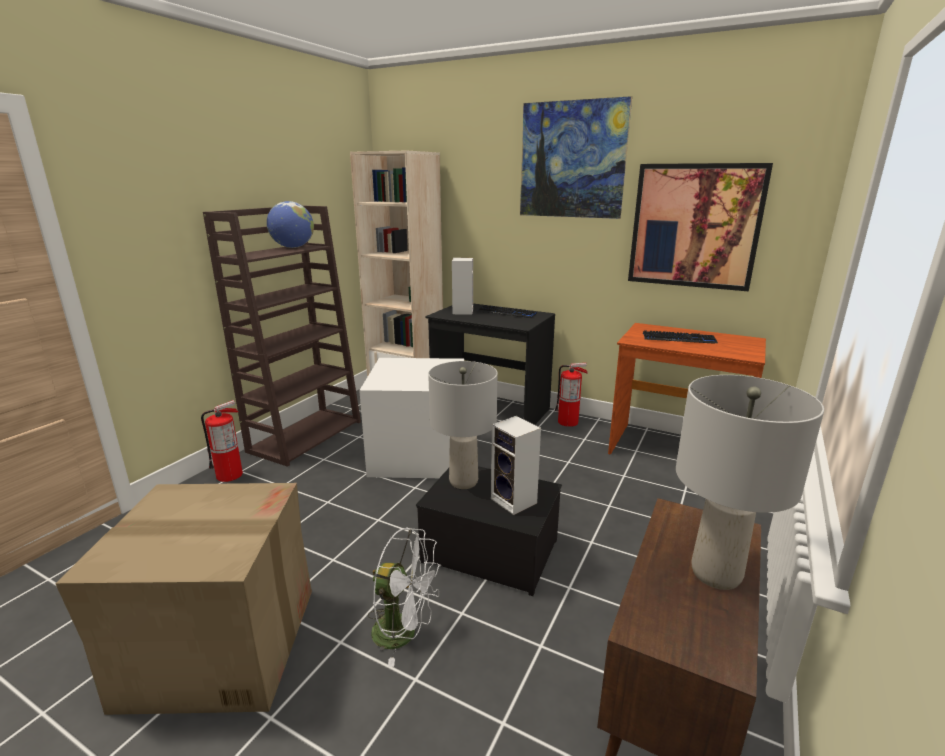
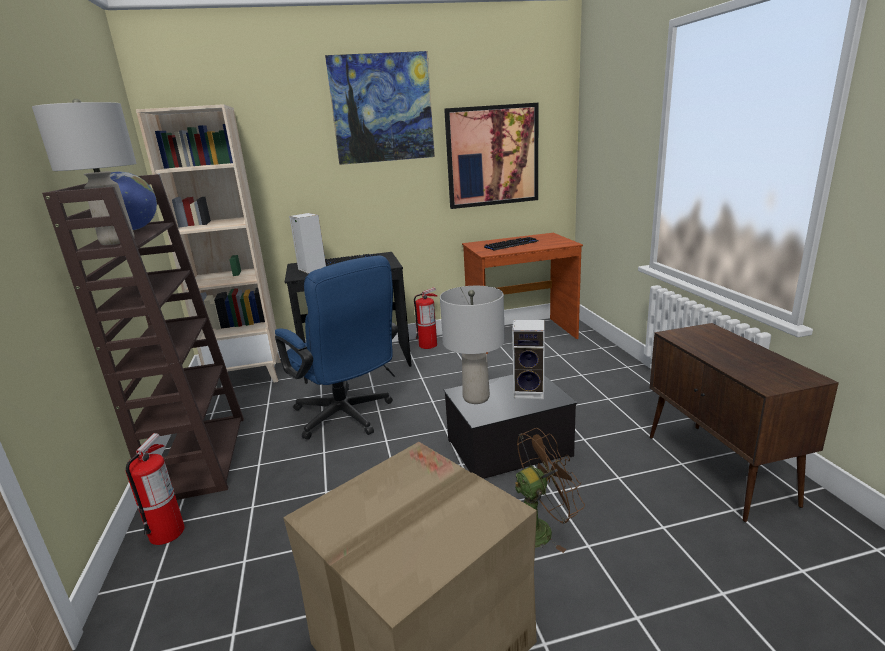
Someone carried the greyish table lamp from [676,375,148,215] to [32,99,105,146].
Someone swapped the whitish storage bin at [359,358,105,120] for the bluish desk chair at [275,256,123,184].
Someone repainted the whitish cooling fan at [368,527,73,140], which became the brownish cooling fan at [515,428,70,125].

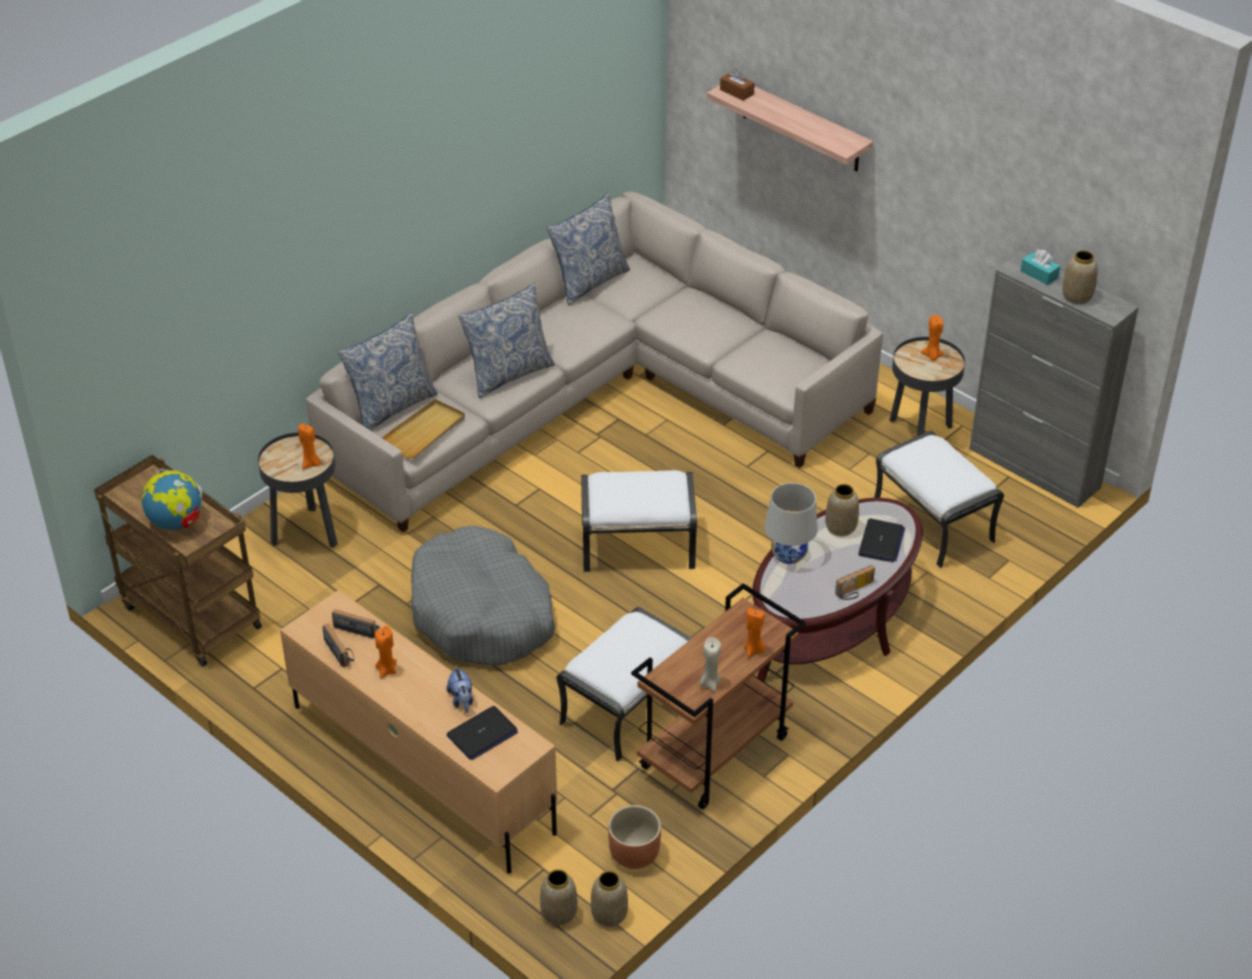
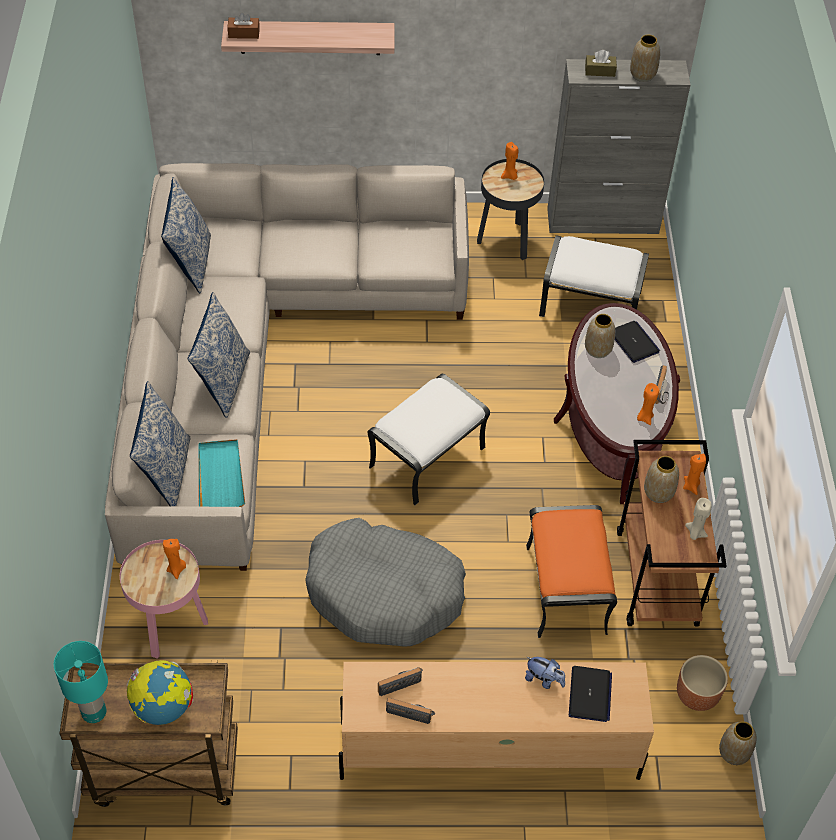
Someone took away the whitish table lamp at [765,483,53,81].
Someone put down the blue-green table lamp at [54,641,54,82].
Someone carried the orangey wax light from [375,626,22,52] to [637,383,22,42].
Someone carried the vase from [540,869,38,57] to [644,456,35,47].
Someone repainted the black-coloured end table at [258,432,80,116], which became the pink end table at [120,540,88,119].
Someone repainted the beige tray at [381,399,84,60], which became the blue-green tray at [198,439,47,68].
Someone repainted the whitish ottoman at [556,607,136,155], which became the orangey ottoman at [526,505,91,133].
Someone repainted the blue-green tissue box at [1020,250,40,35], which became the brownish tissue box at [585,50,32,27].

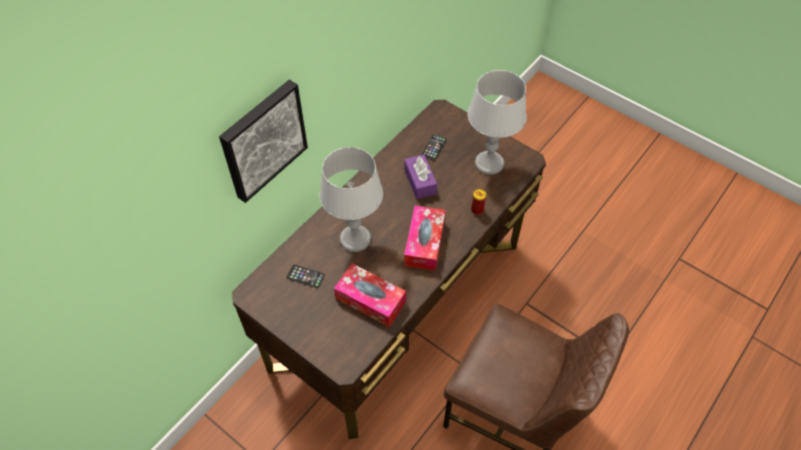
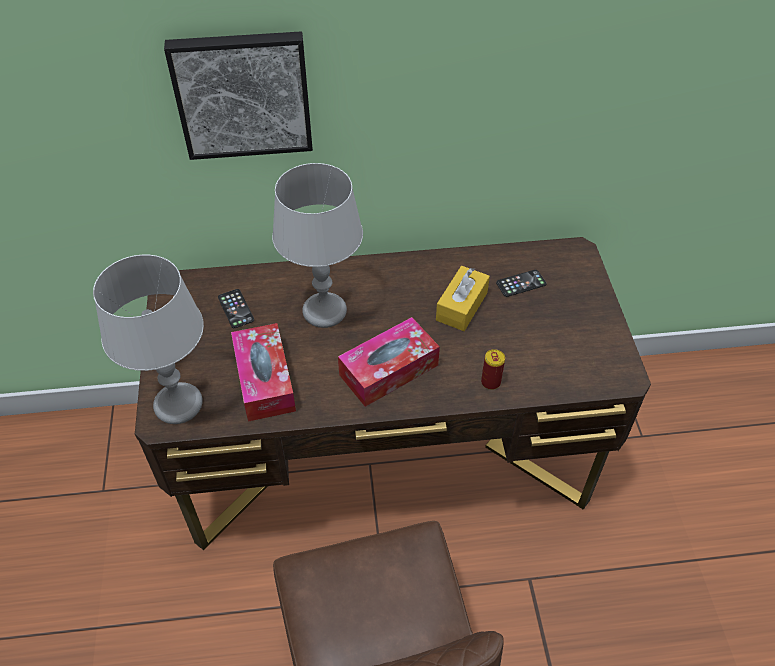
Someone carried the greyish table lamp from [468,70,58,105] to [93,255,111,169].
Someone repainted the purple tissue box at [404,154,33,45], which became the yellow-coloured tissue box at [436,266,54,65].

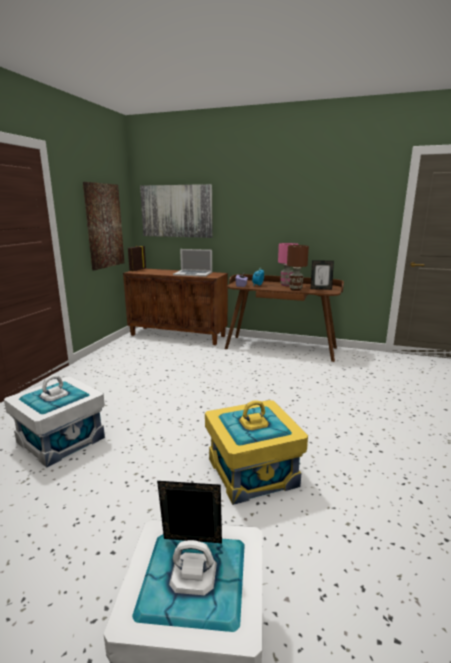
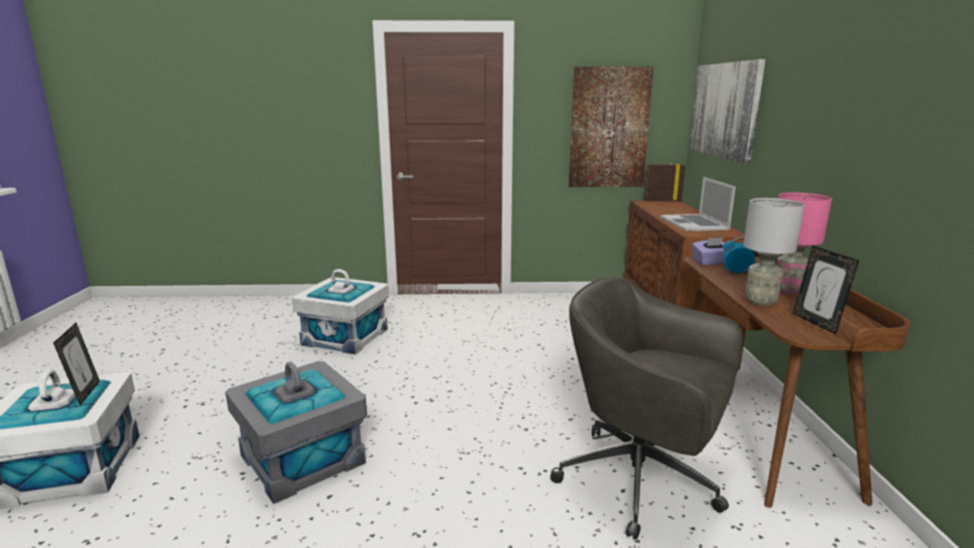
Someone put down the greyish desk chair at [550,277,193,263].
Someone repainted the yellow-coloured storage bin at [205,400,103,105], which became the greyish storage bin at [225,361,142,143].
Someone repainted the brownish table lamp at [287,245,22,46], which became the greyish table lamp at [743,198,62,108].

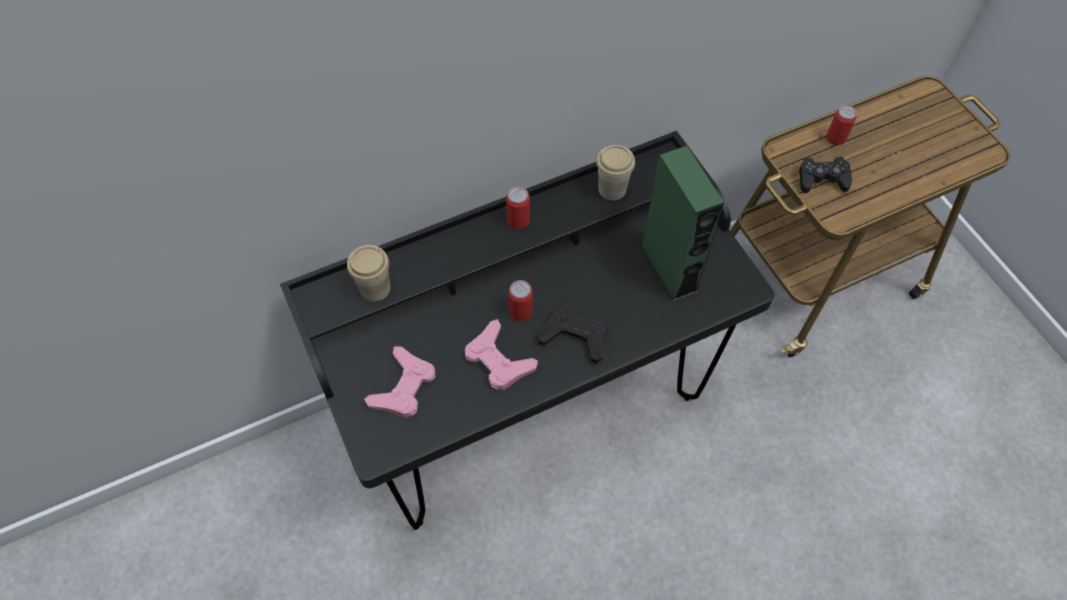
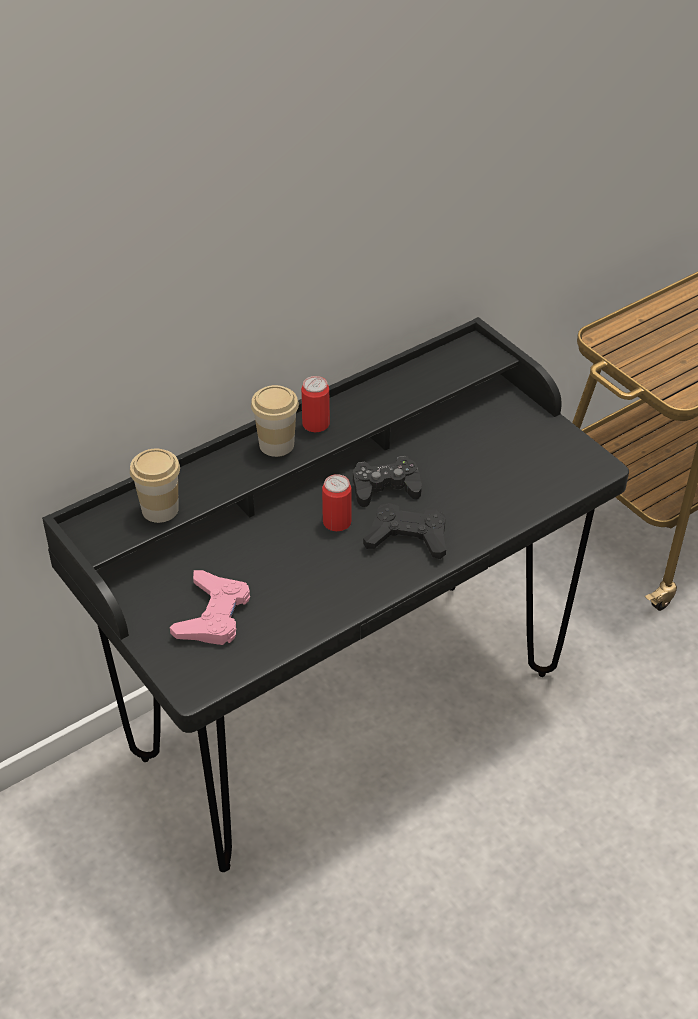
Someone took away the pink joypad at [464,319,74,71].
Someone took away the green-coloured loudspeaker at [641,146,83,155].
Someone took away the sealed can at [826,105,31,40].
Someone carried the drinking cup from [596,145,39,55] to [251,385,48,72].
Someone carried the black-coloured joypad from [799,157,53,36] to [353,456,69,51].

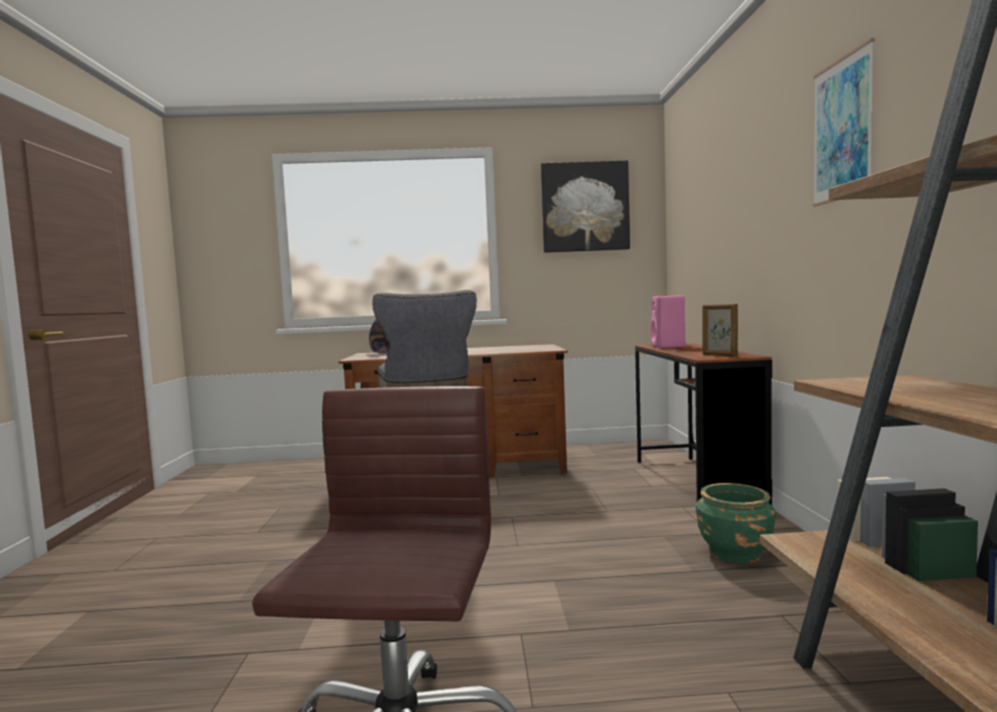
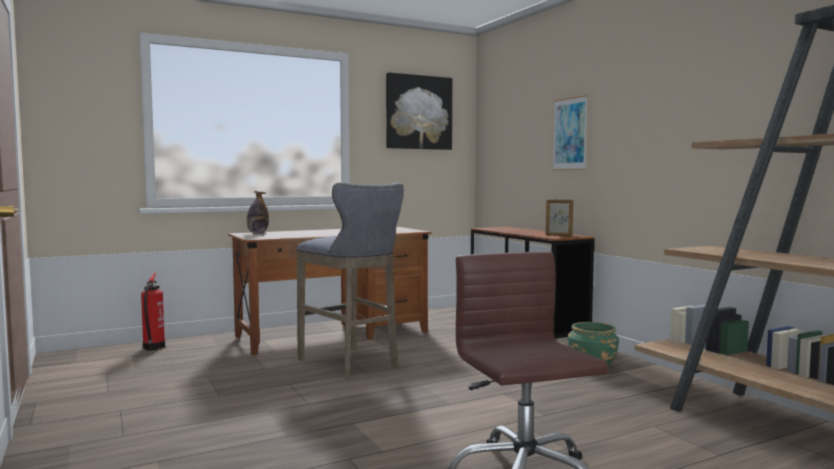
Someone took away the pink loudspeaker at [650,295,36,53].
Someone put down the extinguisher at [141,273,24,77].
Someone carried the wall art from [813,38,62,169] to [553,95,35,75].

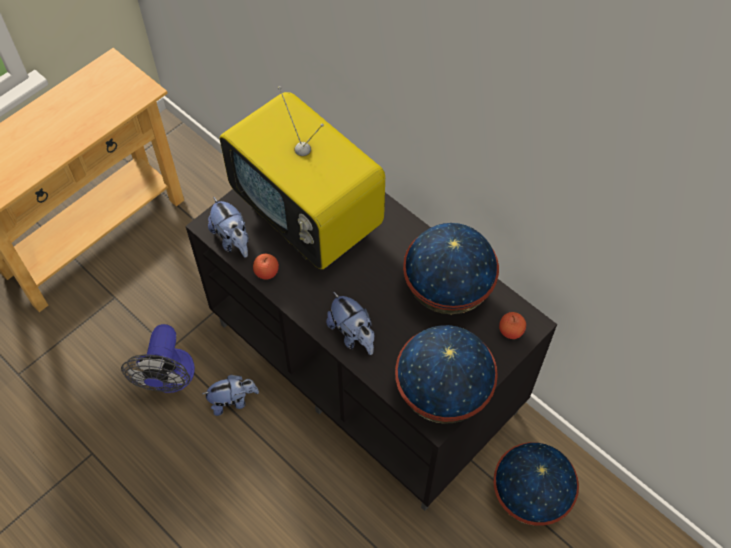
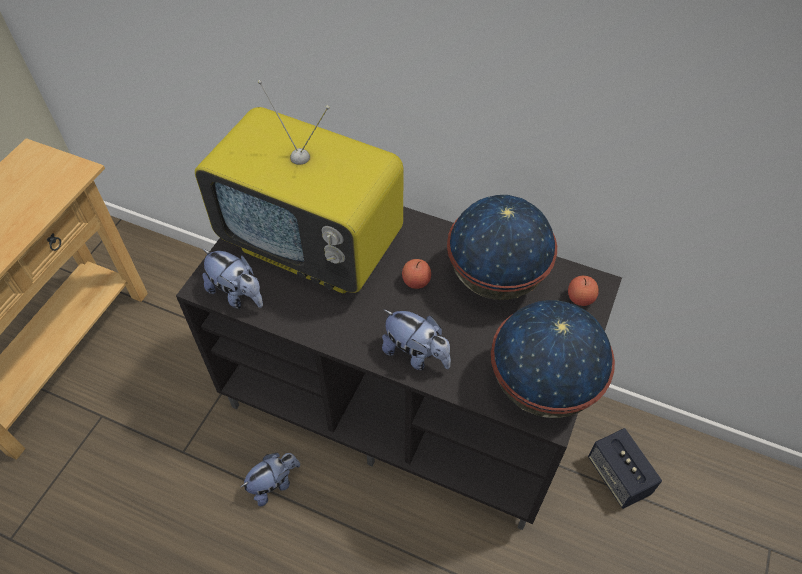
Someone took away the cooling fan at [121,324,74,69].
Someone carried the apple from [253,254,26,26] to [402,259,29,30].
Someone swapped the desk globe at [493,442,86,84] for the loudspeaker at [588,428,74,81].

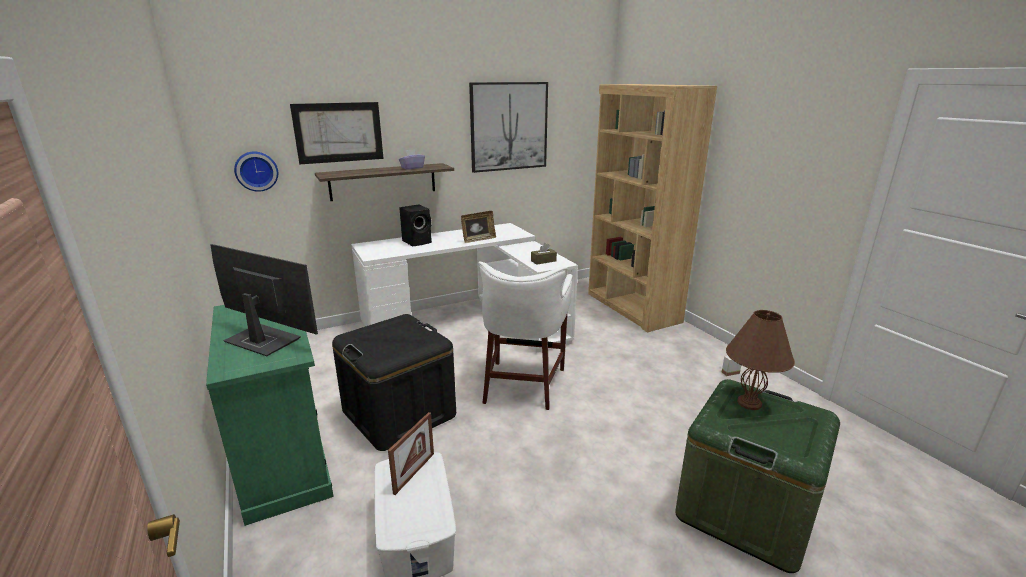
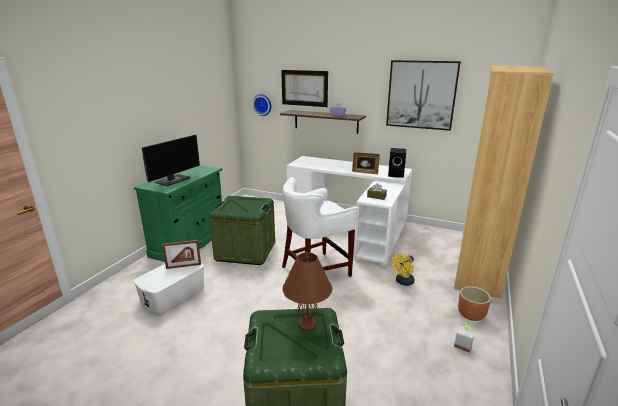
Someone put down the yellow-coloured cooling fan at [392,253,23,33].
Someone put down the brownish plant pot at [458,286,33,35].
Someone carried the black-coloured loudspeaker from [399,204,33,43] to [388,148,18,30].
Someone repainted the black-coloured storage bin at [332,314,124,137], which became the green-coloured storage bin at [209,196,66,69].
Someone rotated the computer display at [210,244,108,112] by 45 degrees clockwise.

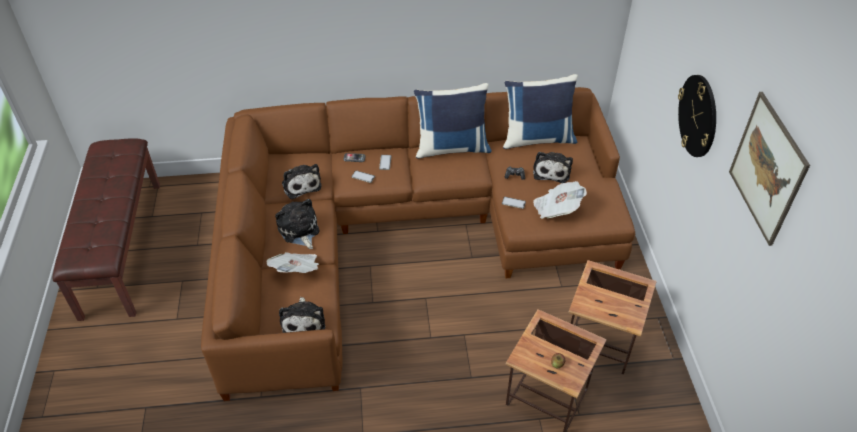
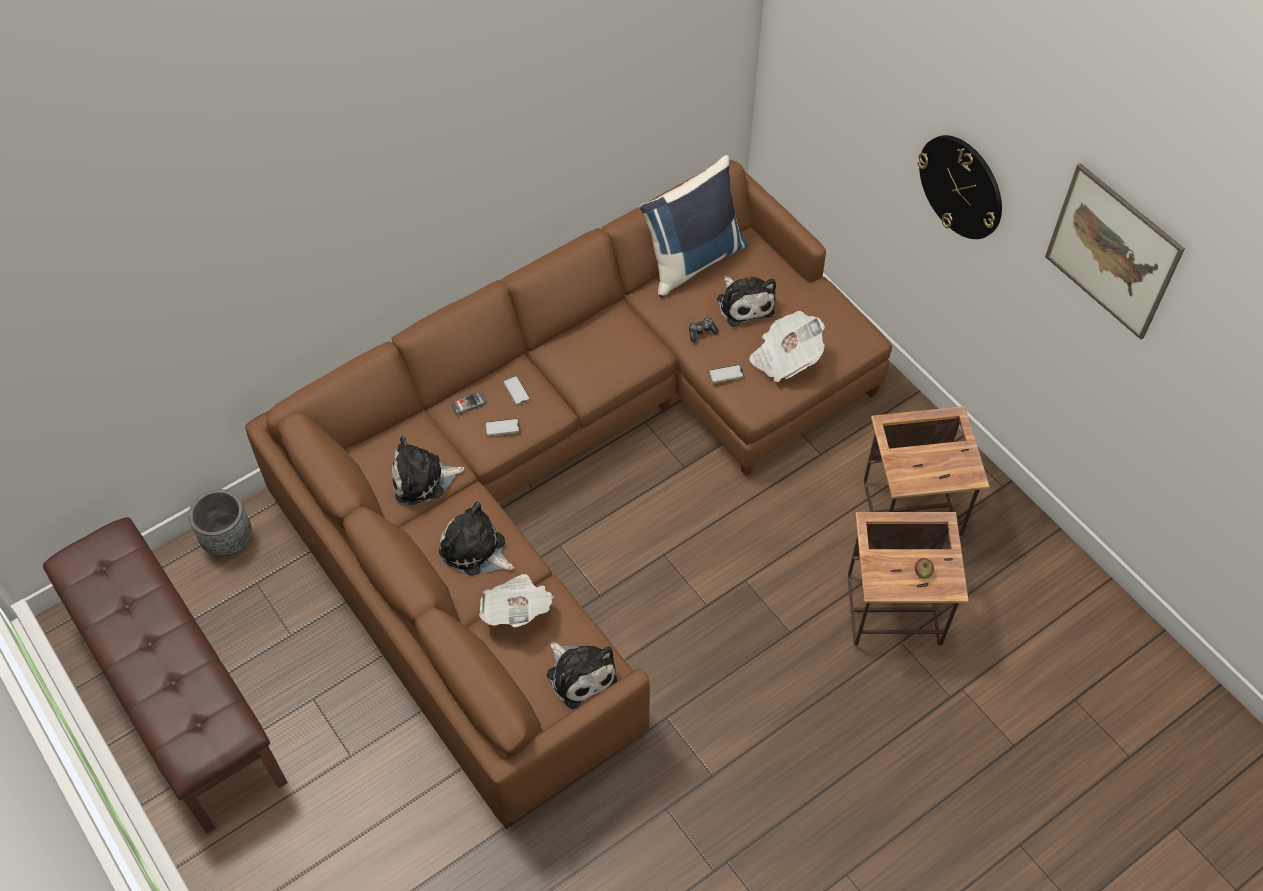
Someone took away the bluish cushion at [414,83,78,76].
Someone put down the greyish plant pot at [188,489,64,67].
Someone rotated the soft toy at [282,164,40,35] by 135 degrees clockwise.

